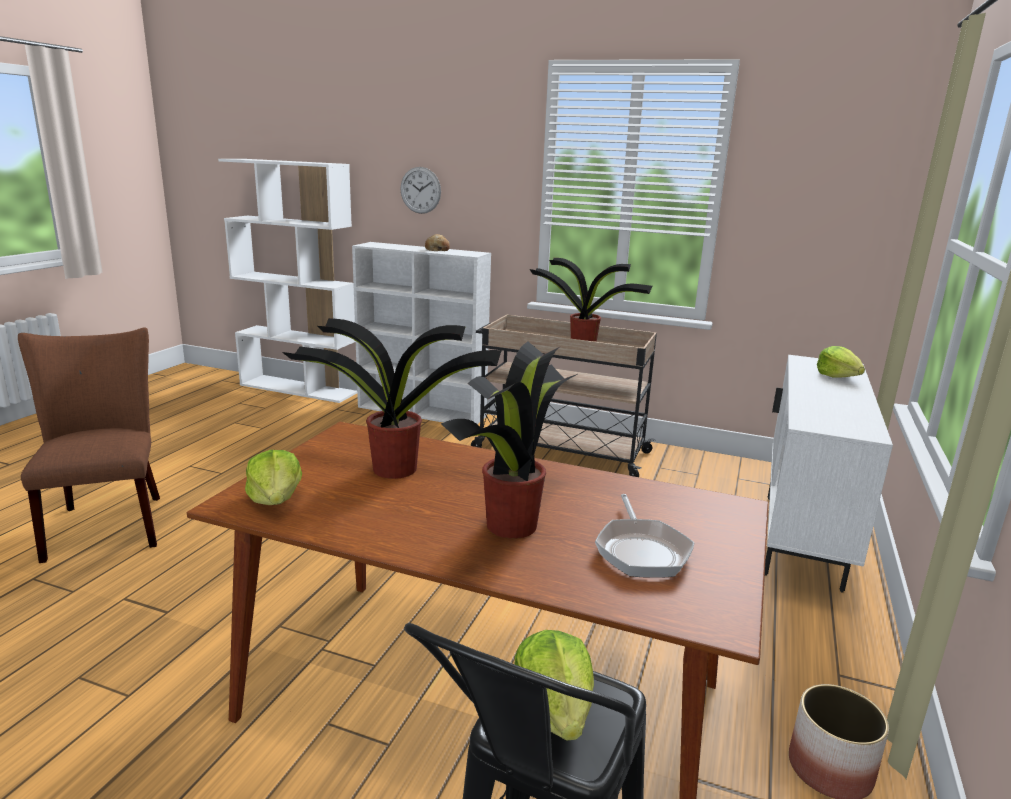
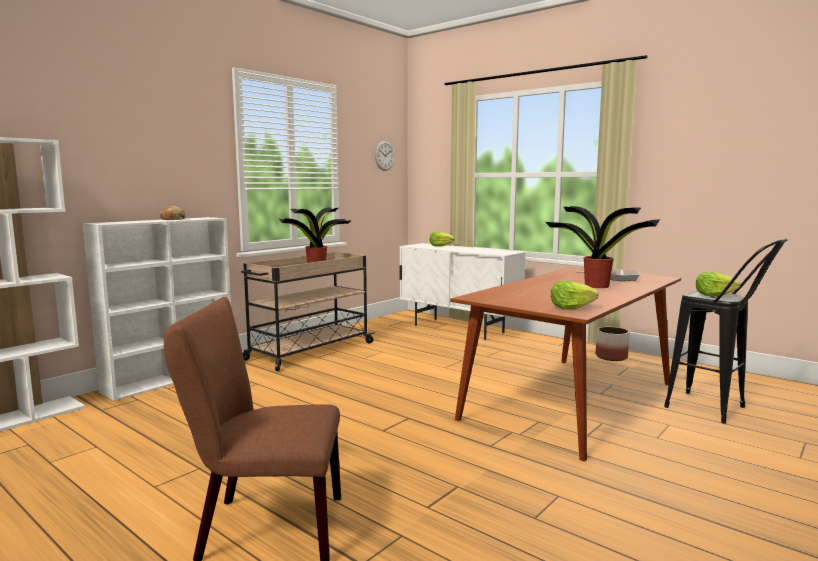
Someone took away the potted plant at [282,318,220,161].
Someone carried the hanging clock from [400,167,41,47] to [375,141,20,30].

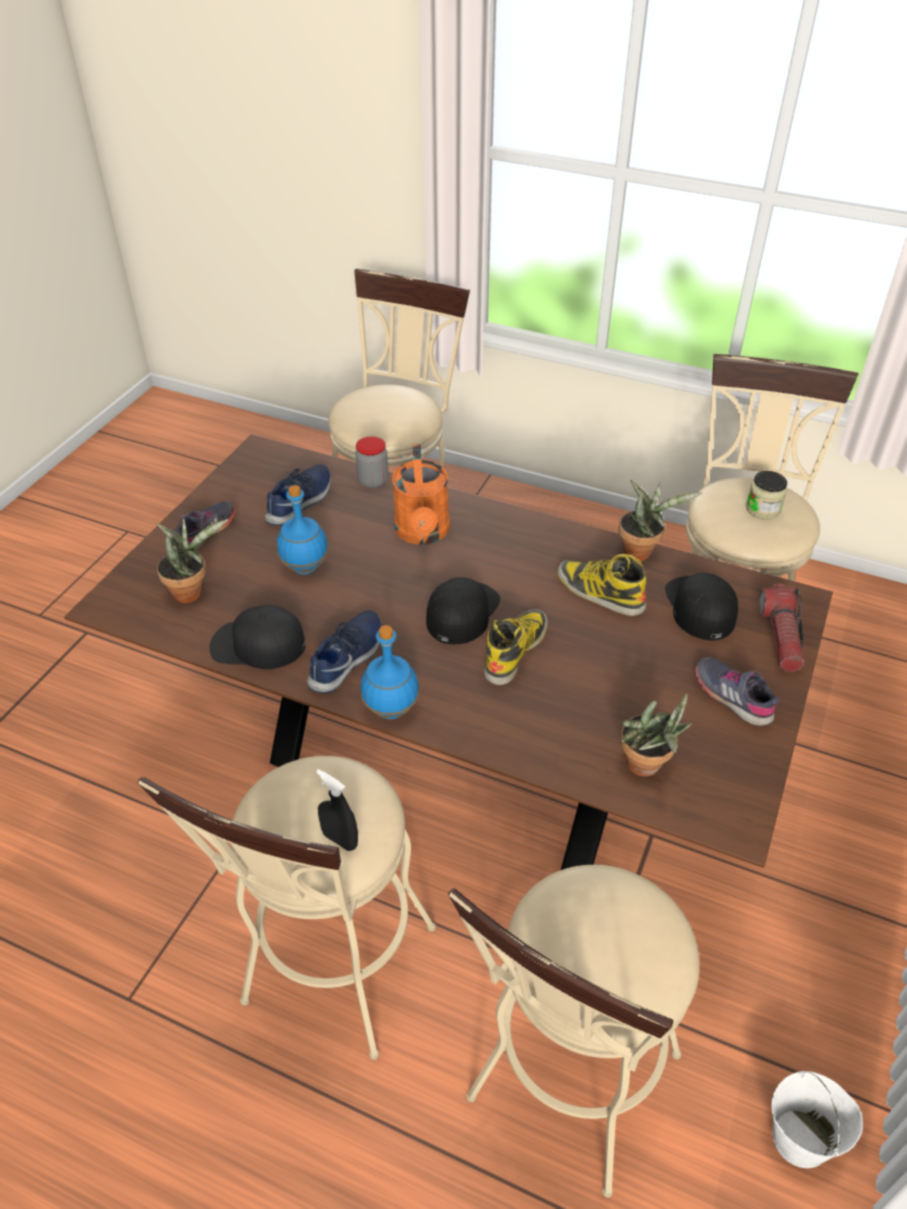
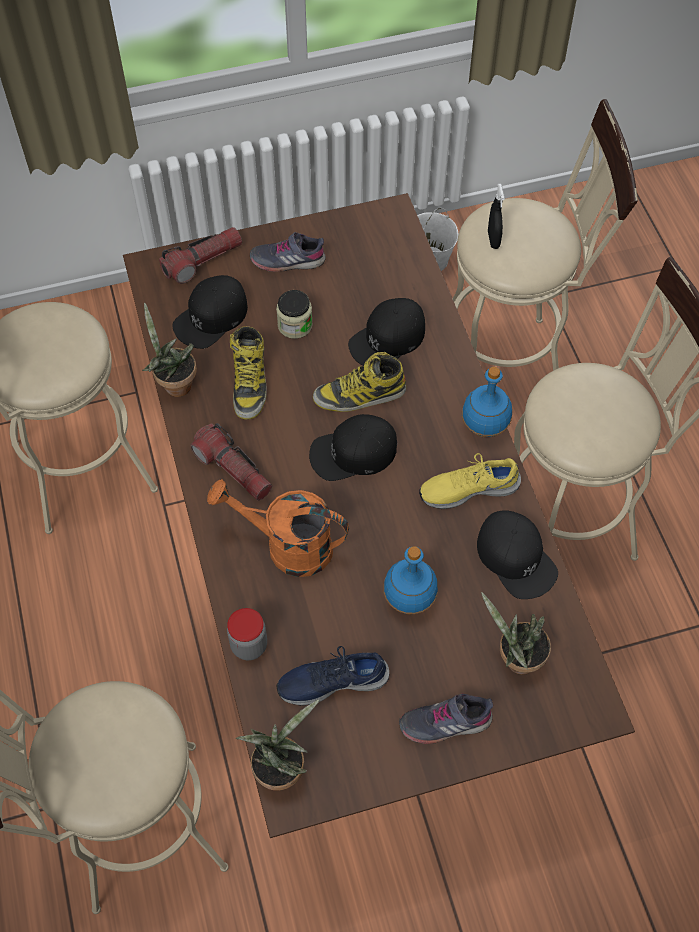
Someone put down the torch at [190,423,82,78].
Someone put down the black-coloured cap at [348,298,77,68].
Someone carried the black-coloured sprayer from [316,769,42,82] to [488,184,16,65].
Someone carried the potted plant from [621,693,71,84] to [236,700,83,91].
Someone carried the jar from [746,471,41,49] to [276,290,37,49].
Someone repainted the bluish item of footwear at [307,610,75,83], which became the yellow-coloured item of footwear at [419,453,102,56].
Someone rotated the orangey watering pot at [392,444,58,101] by 120 degrees counterclockwise.
Someone rotated the greyish item of footwear at [695,657,85,70] by 75 degrees clockwise.

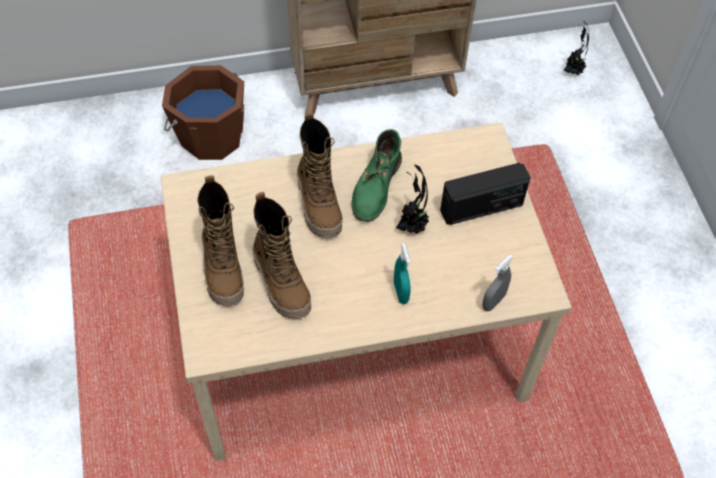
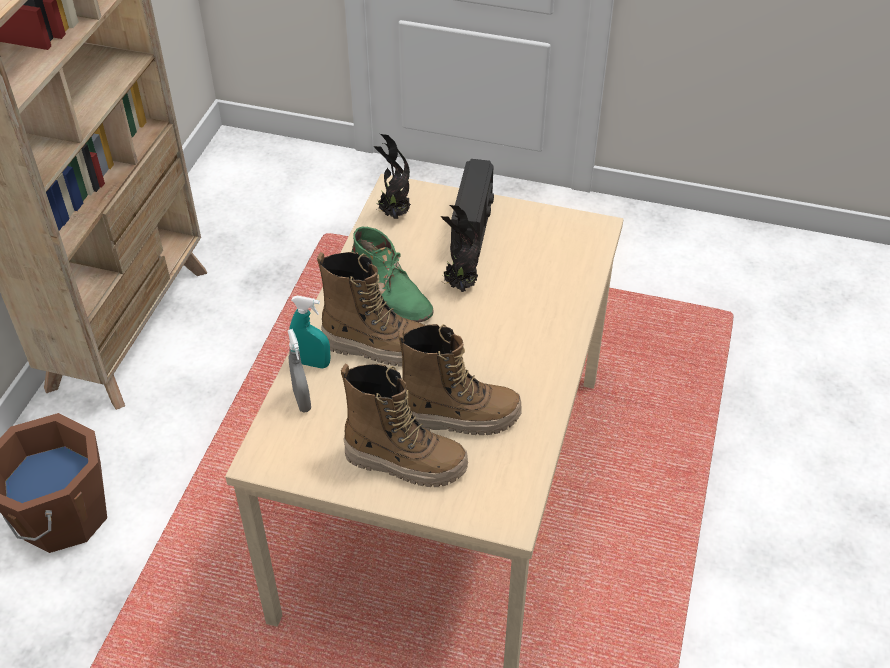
Someone carried the blue-green sprayer from [394,243,17,61] to [289,296,41,72].
Someone carried the greyish sprayer from [482,255,31,56] to [288,329,23,84].
Someone carried the potted plant from [564,21,25,54] to [374,134,37,85].

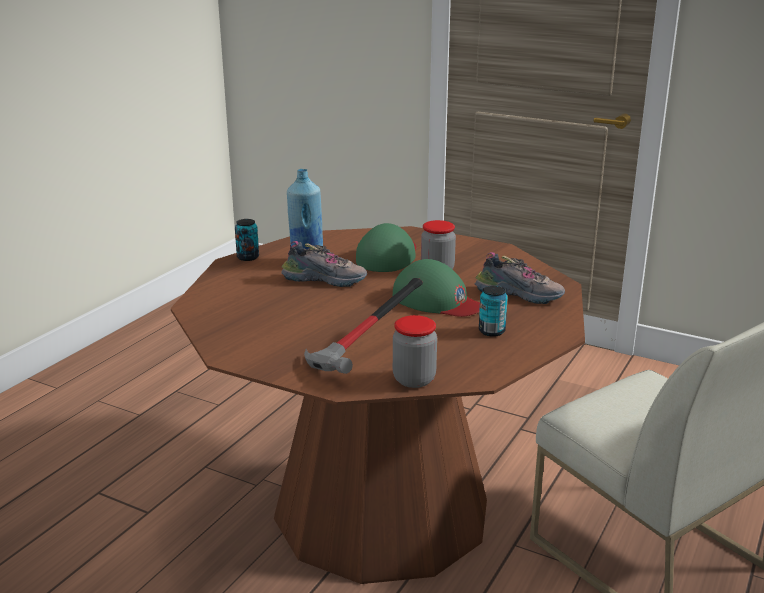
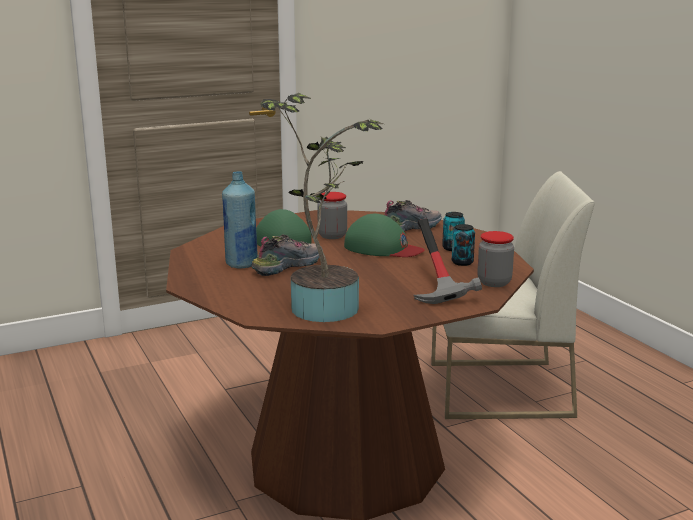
Someone put down the potted plant at [261,93,123,229].
Someone carried the sealed can from [235,219,24,42] to [452,224,23,42].
Someone rotated the green-coloured cap at [393,259,87,58] by 45 degrees clockwise.

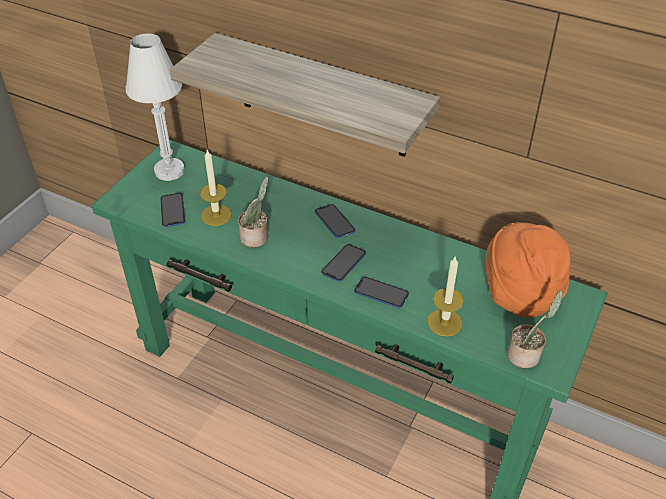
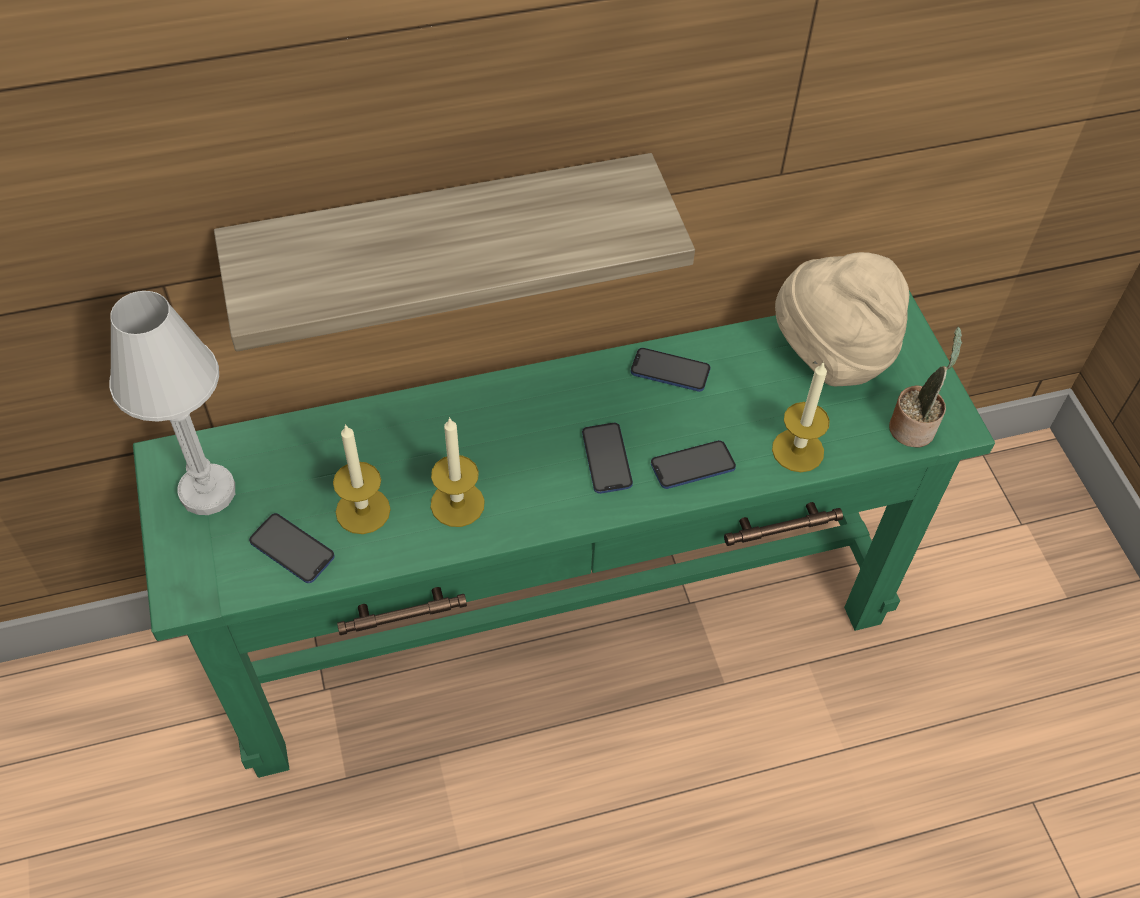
Someone carried the phone from [315,204,40,34] to [631,348,79,44].
Someone swapped the potted plant at [238,176,31,71] for the wax light at [431,417,54,110].
Someone repainted the orangey hat at [486,222,84,96], which became the beige hat at [775,252,134,134].

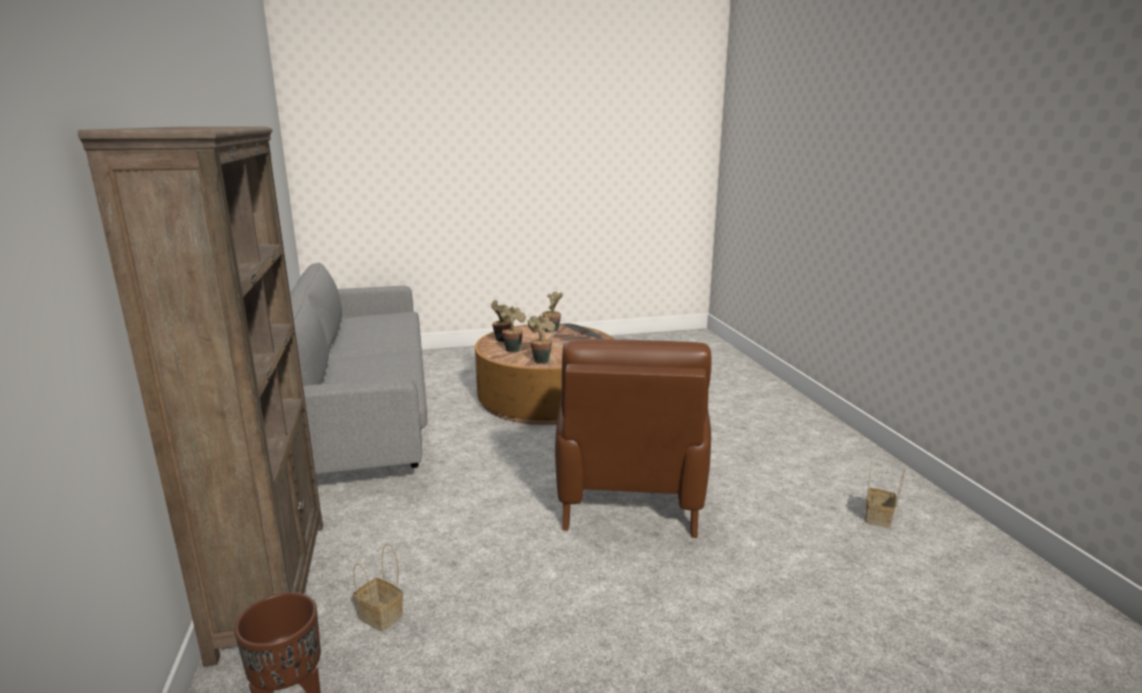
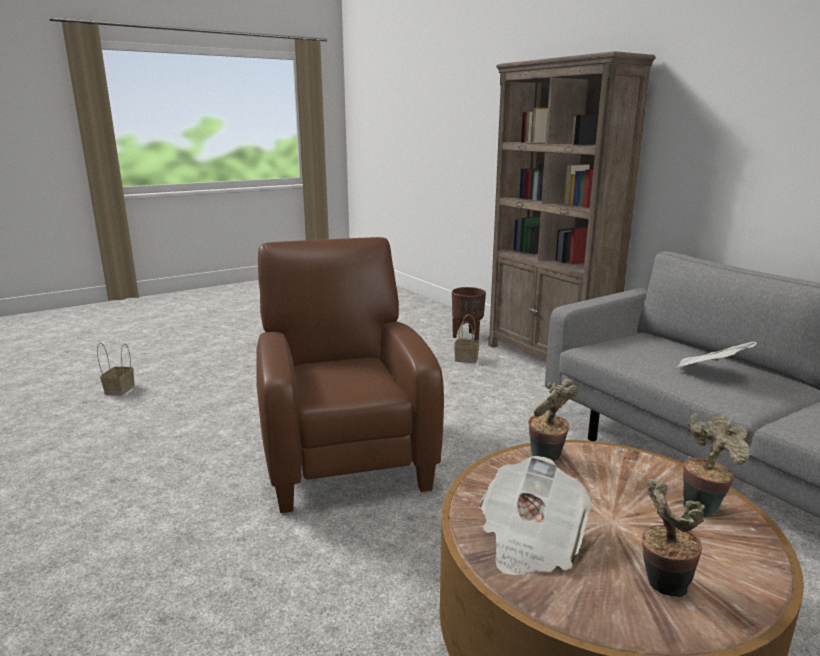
Someone took away the potted plant at [499,306,27,47].
Someone put down the printed paper at [675,341,82,27].
Someone carried the storage basket from [865,462,41,66] to [97,343,38,52].

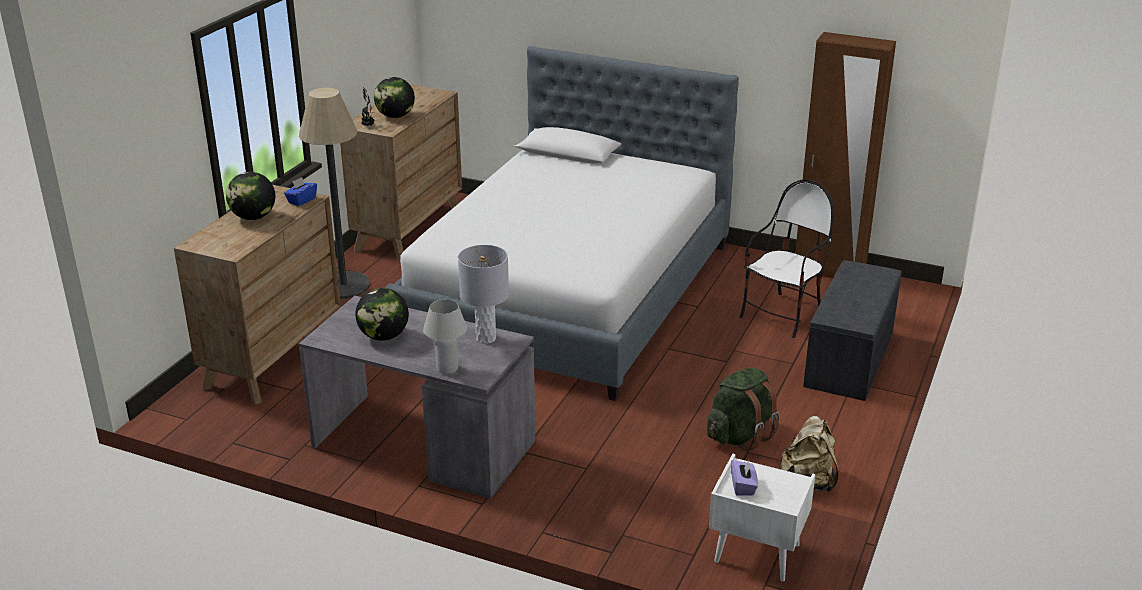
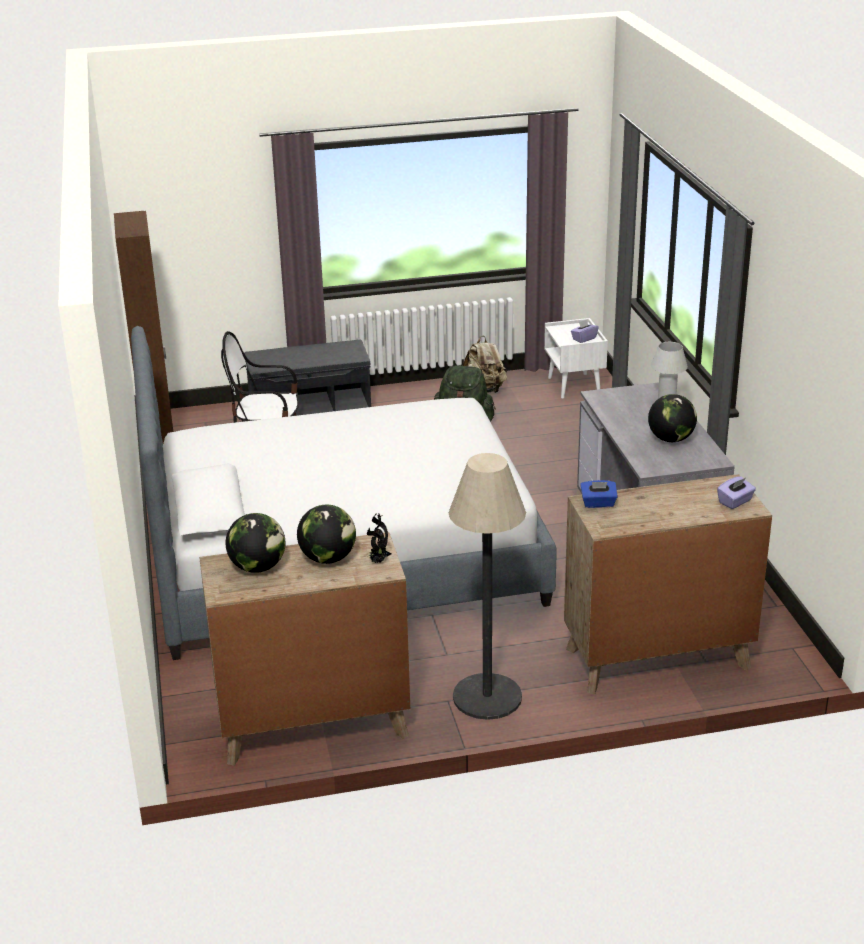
Someone took away the greyish table lamp at [458,245,51,99].
Someone put down the purple tissue box at [717,476,39,33].
Someone carried the desk globe from [226,172,49,48] to [226,513,59,60].

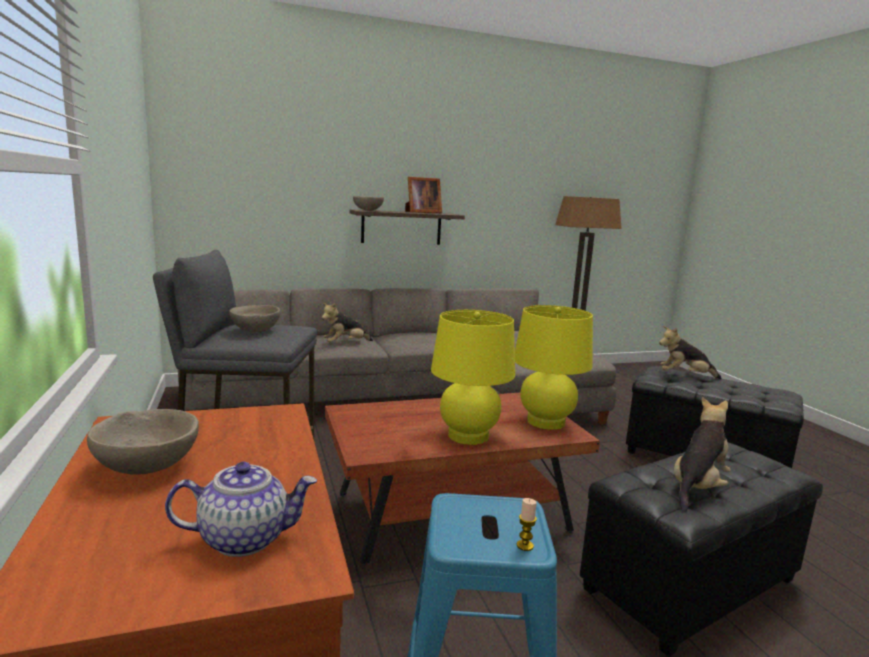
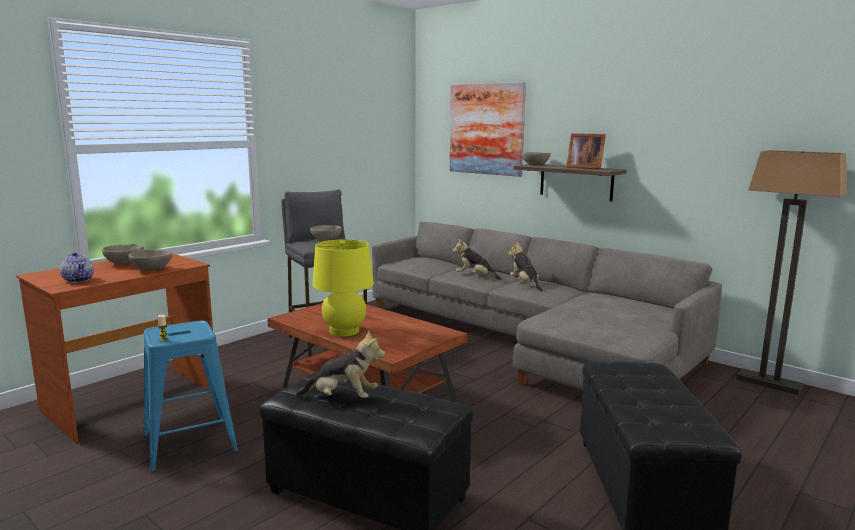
Someone took away the yellow-coloured table lamp at [515,305,78,125].
Someone put down the beige serving bowl at [128,249,44,22].
Someone put up the wall art at [450,82,76,95].
Someone carried the soft toy from [659,326,63,53] to [508,242,35,49].

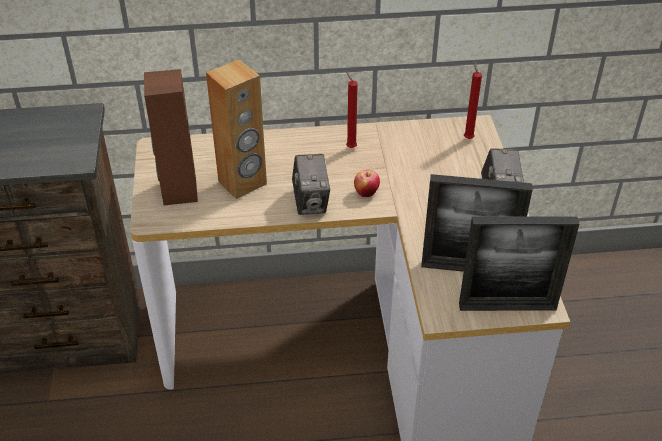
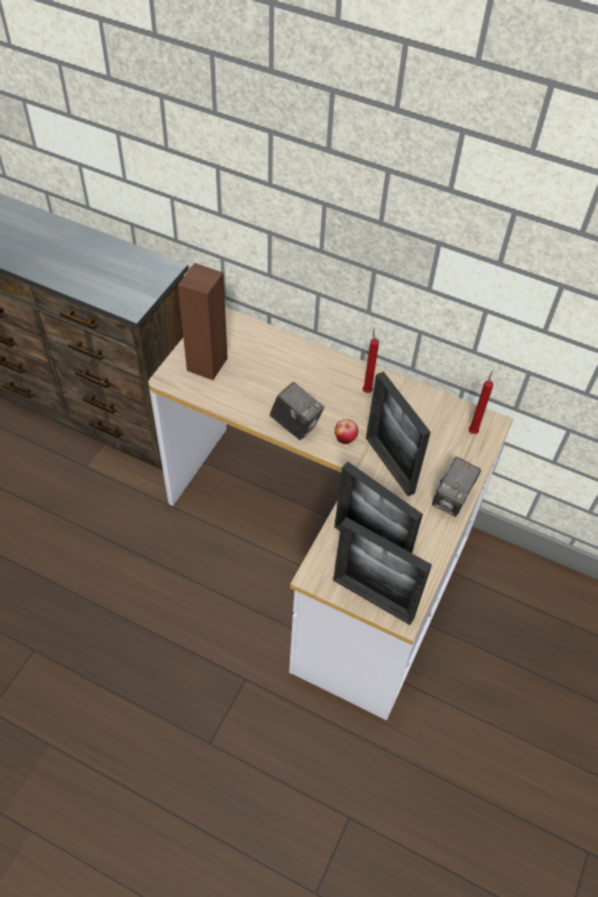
Someone took away the brownish loudspeaker at [206,59,61,140].
Someone put down the photo frame at [366,371,65,125].
Someone rotated the photo camera at [292,154,38,61] by 75 degrees counterclockwise.

